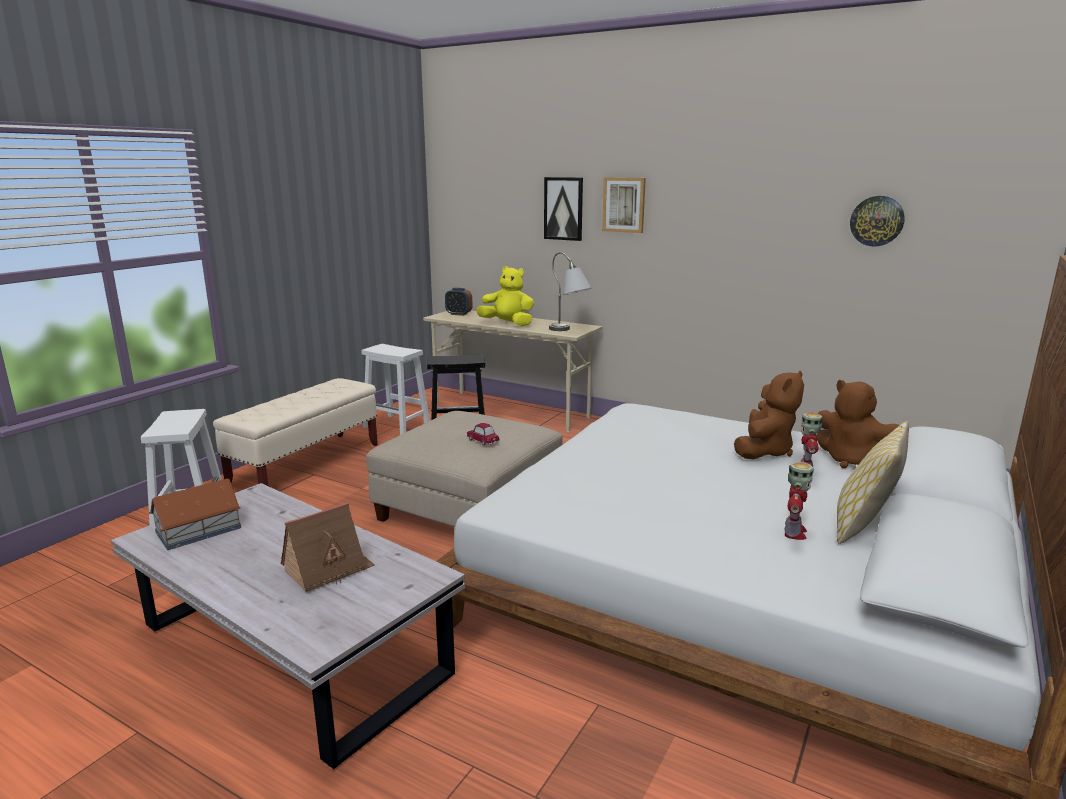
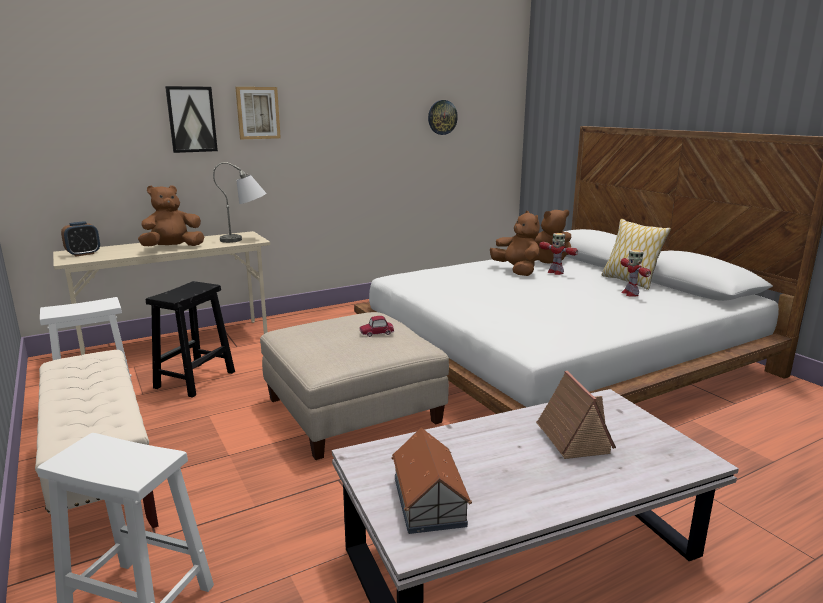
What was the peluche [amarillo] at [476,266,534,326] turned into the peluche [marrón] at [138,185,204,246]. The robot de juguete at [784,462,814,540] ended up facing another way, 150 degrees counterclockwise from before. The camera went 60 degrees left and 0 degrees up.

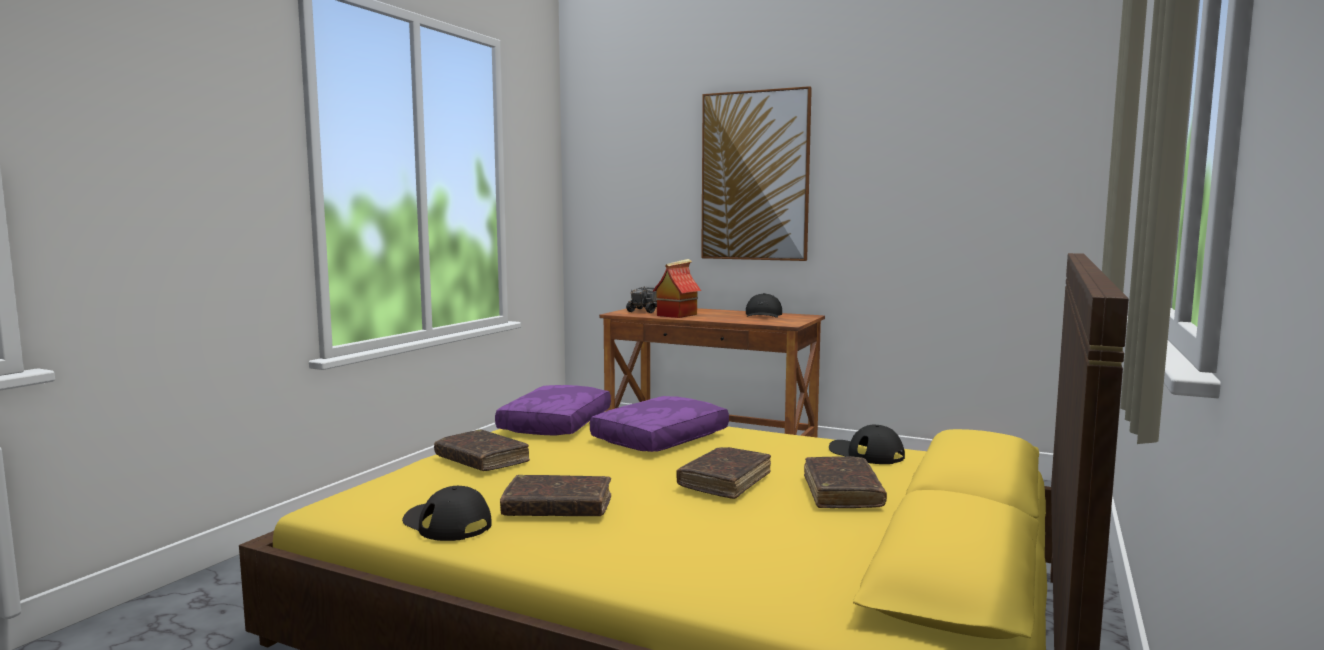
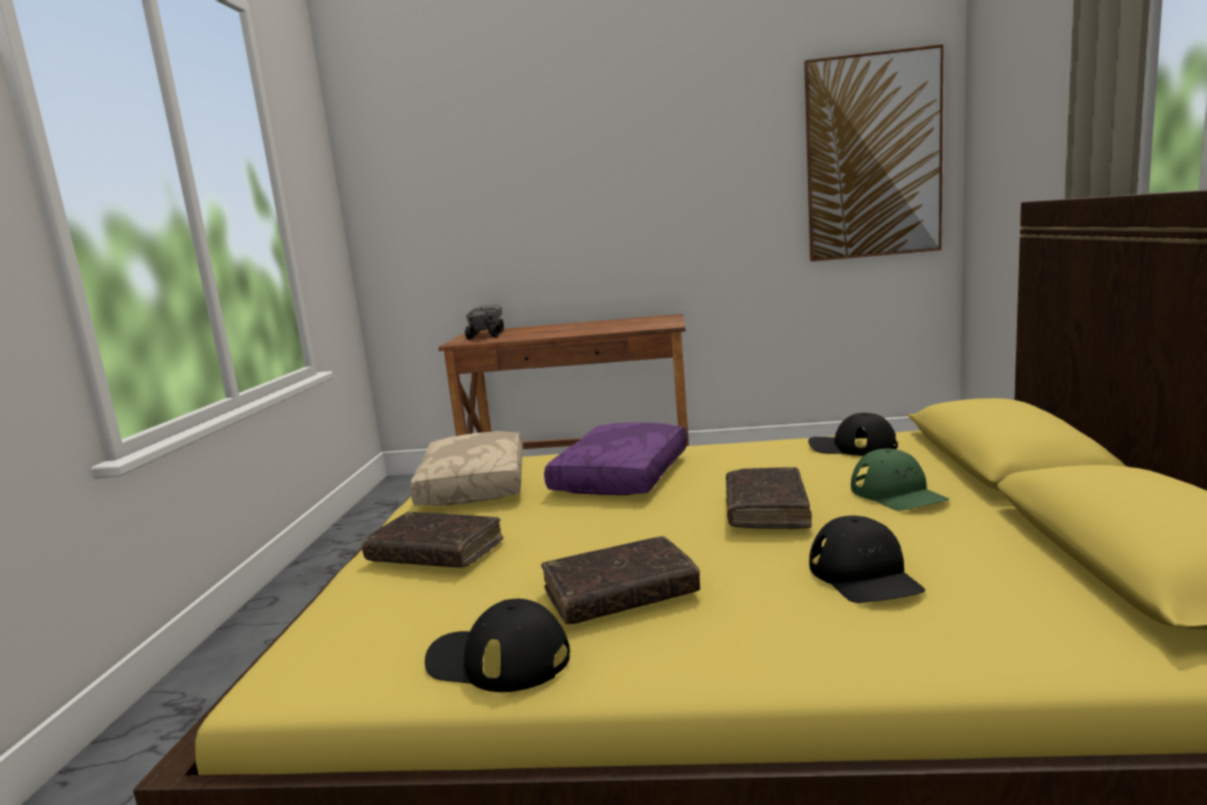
What was the cojín [morado] at [495,385,611,436] turned into the cojín [beis] at [410,431,523,506]. The second view lost the casita at [653,259,701,318]. The cuadro ended up elsewhere, having gone from [701,86,812,261] to [804,44,943,261]. The gorra [negro] ended up elsewhere, having gone from [746,293,782,318] to [809,516,925,603]. Where the libro [marrón] stood at [804,456,887,508], the gorra [verde] came to stand at [851,449,949,510]. The camera went 20 degrees left and 5 degrees up.

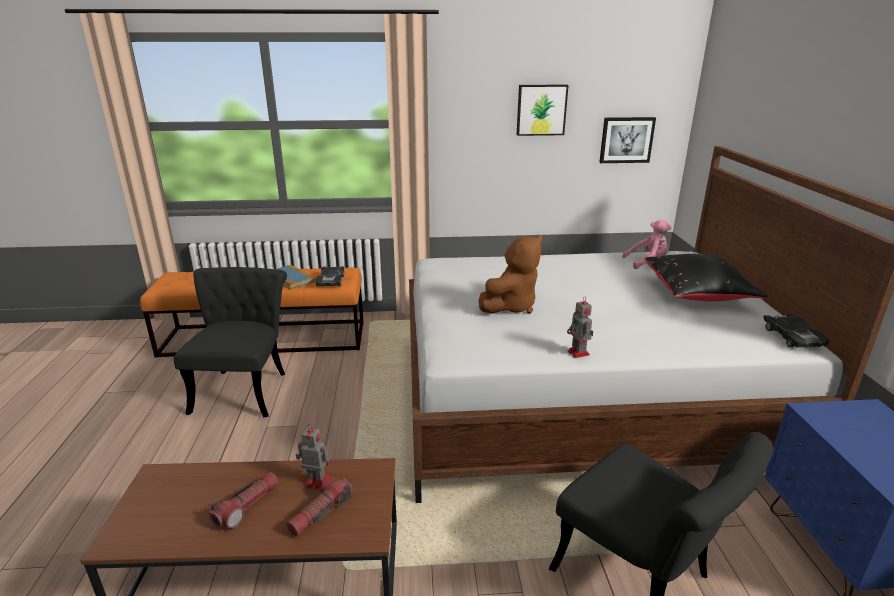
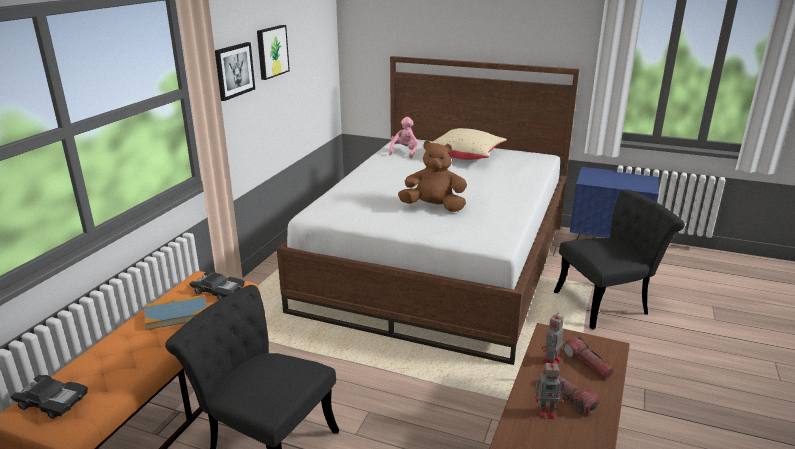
The peluche [marrón] at [479,235,543,314] ended up facing another way, 60 degrees counterclockwise from before. The robot de juguete ended up elsewhere, having gone from [567,296,594,358] to [535,360,564,419]. The cuadro ended up elsewhere, having gone from [599,117,656,163] to [215,42,255,101]. What was the cojín [negro] at [645,254,768,301] turned into the cojín [beis] at [431,128,507,160]. The coche de juguete [negro] ended up elsewhere, having gone from [763,314,830,348] to [10,375,88,419]. The camera went 65 degrees left and 0 degrees up.

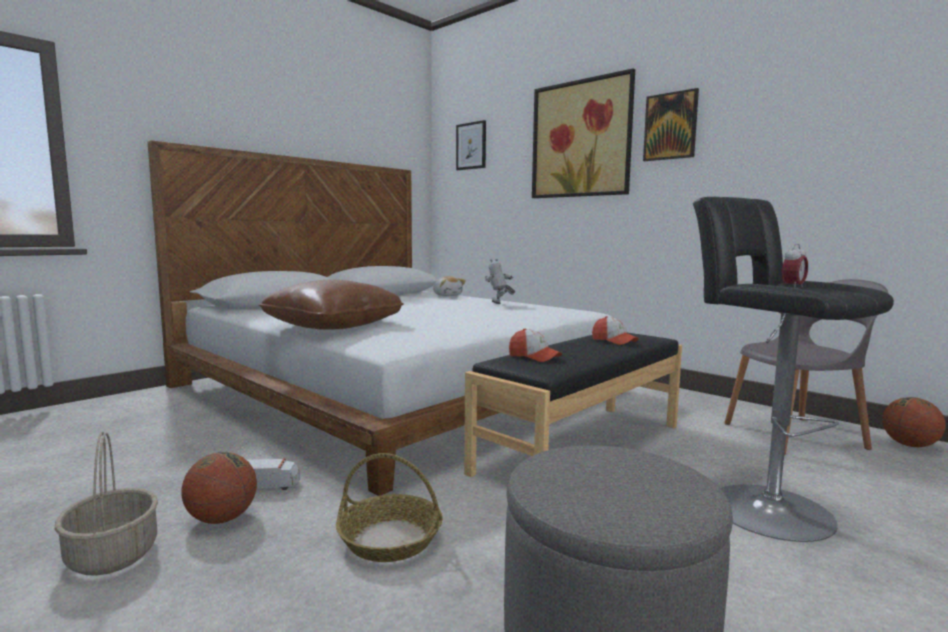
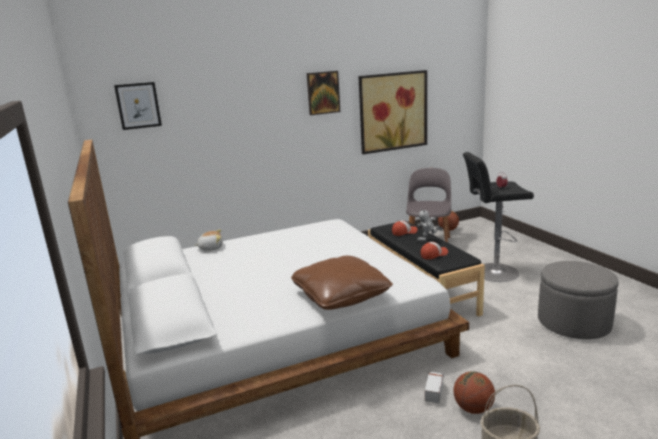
The second view lost the cesta at [336,453,443,562]. The robot de juguete ended up elsewhere, having gone from [485,259,515,304] to [417,208,443,242]. The cuadro ended up elsewhere, having gone from [532,68,635,198] to [358,70,427,154]. The camera went 65 degrees left and 10 degrees up.

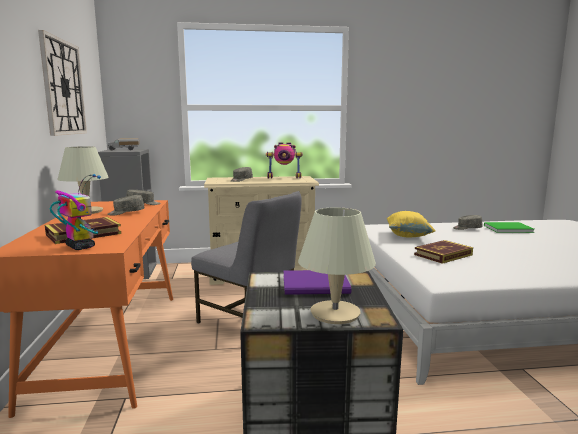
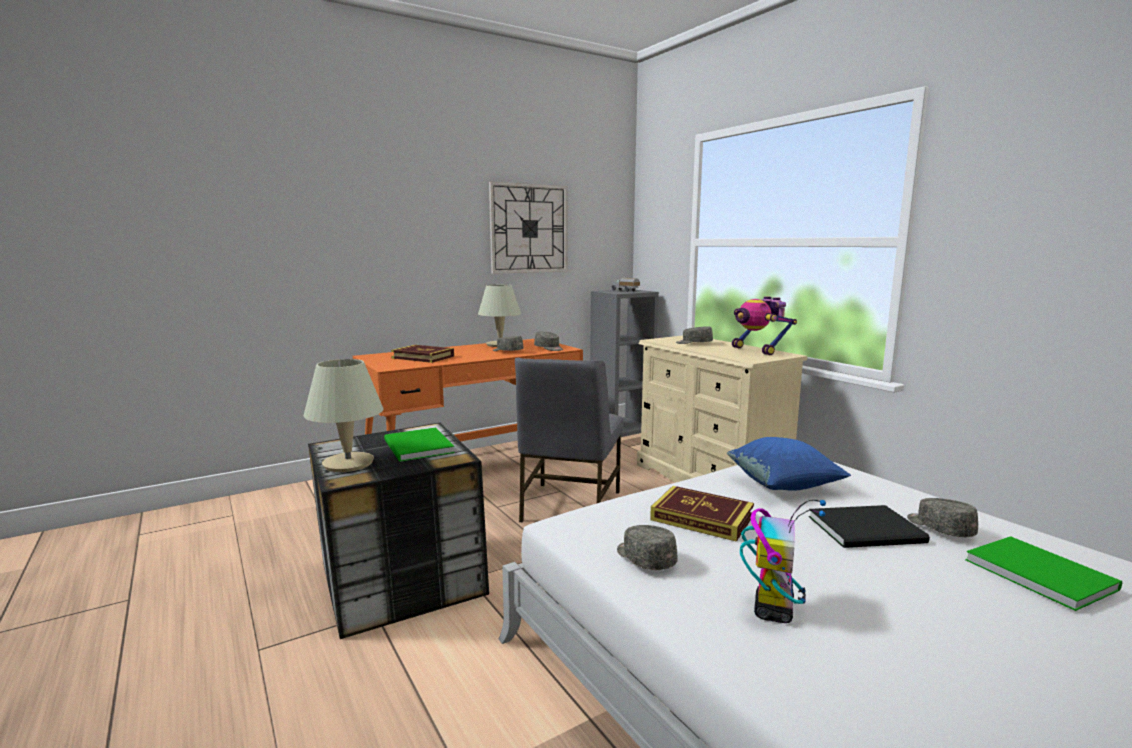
The robot de juguete ended up elsewhere, having gone from [49,174,101,250] to [740,500,826,623]. What was the libro [morado] at [284,270,351,295] turned into the libro [verde] at [384,427,455,462]. What was the cojín [amarillo] at [387,211,435,237] turned into the cojín [azul] at [727,437,851,491]. The second view gained the gorra [gris] at [617,525,677,570]. The second view gained the libro [negro] at [809,505,930,548]. The camera went 65 degrees right and 0 degrees up.

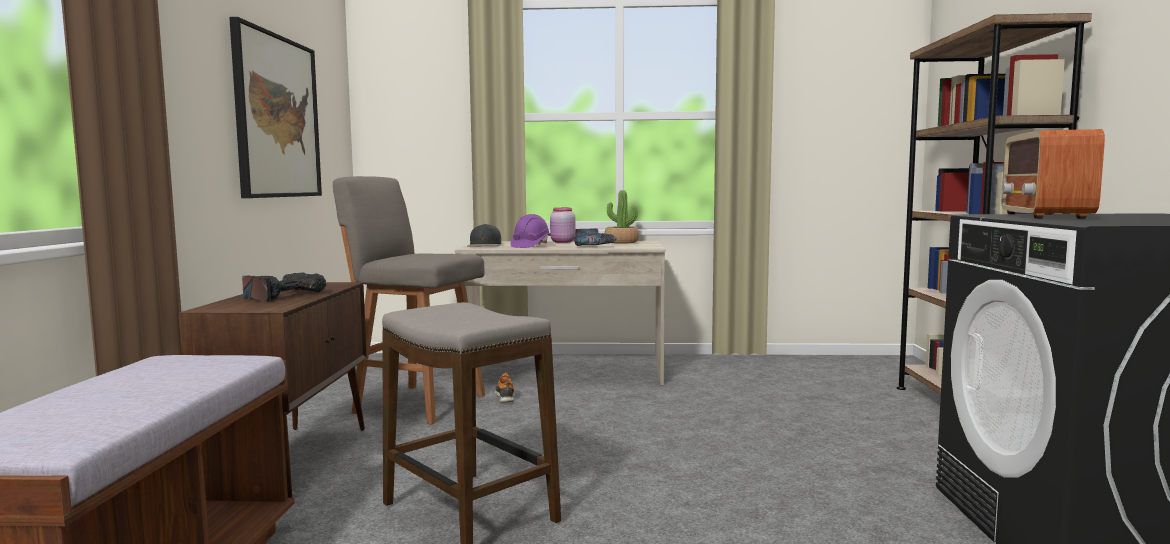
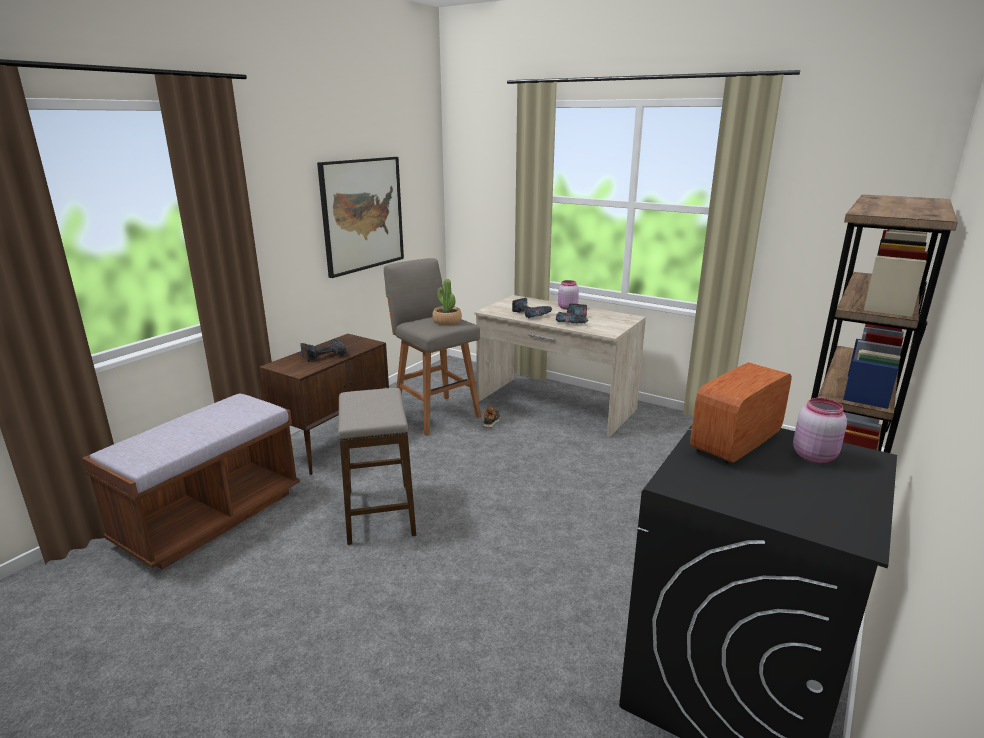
The second view lost the gorra [negro] at [468,224,501,246]. Where the casco [morado] stood at [511,214,551,248], the taladro came to stand at [512,298,552,318]. The planta en maceta ended up elsewhere, having gone from [604,190,639,244] to [432,279,462,325]. The second view gained the tarro [rosa] at [793,398,847,463]. The camera went 30 degrees right and 15 degrees up.

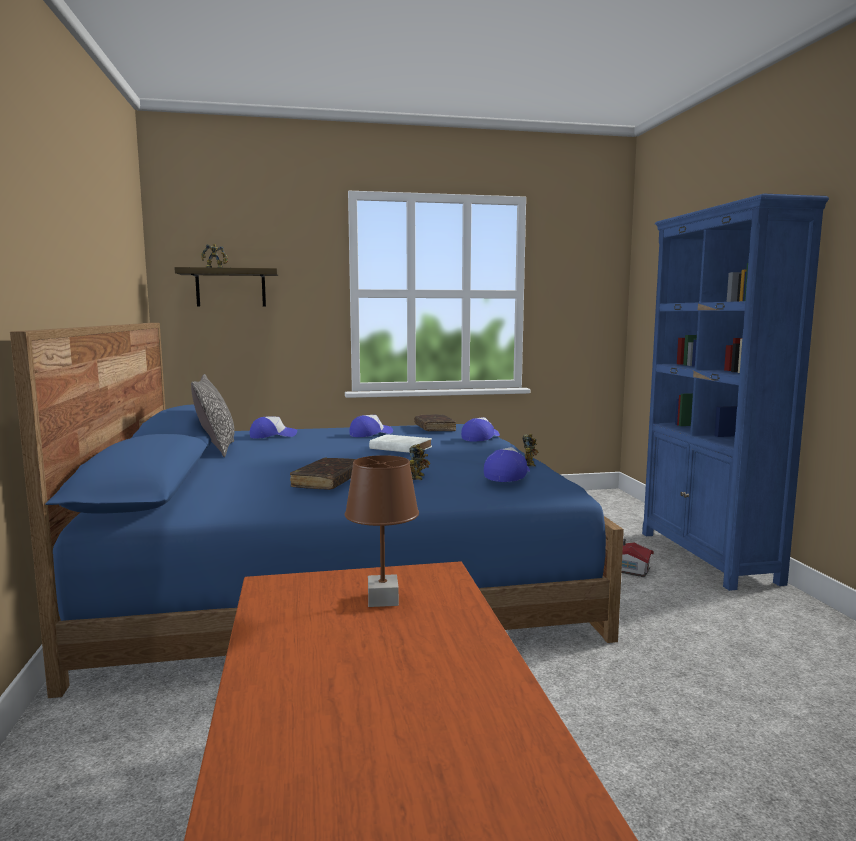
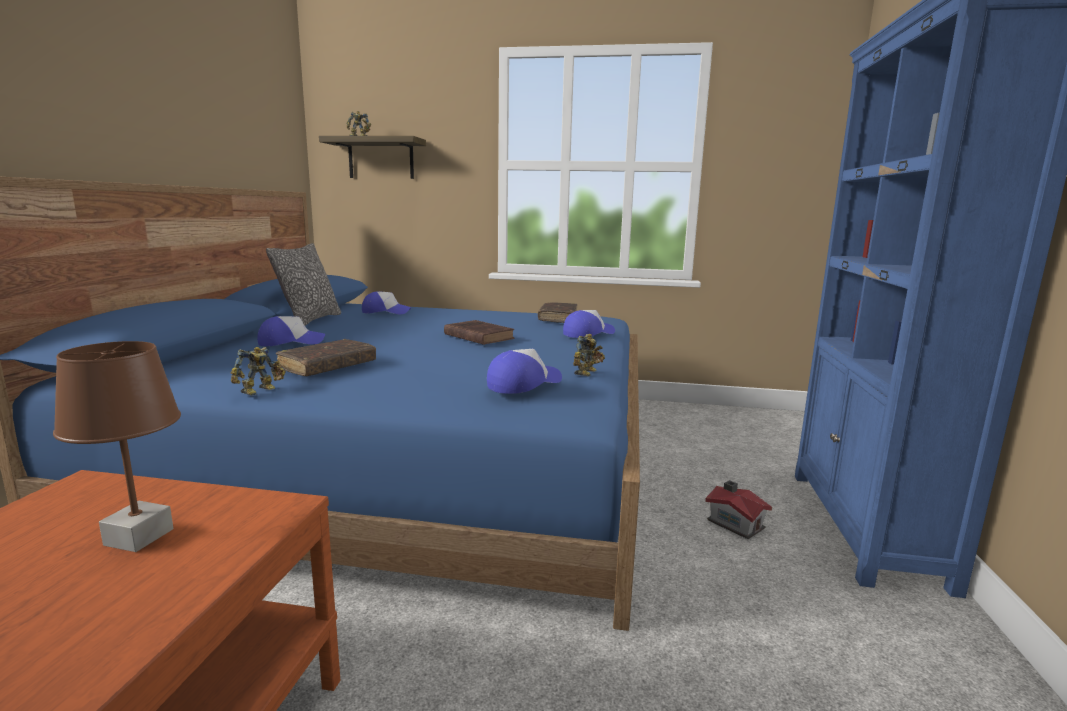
The gorra ended up elsewhere, having gone from [349,415,393,437] to [257,316,325,347]. What was the libro [blanco] at [369,434,432,453] turned into the libro [marrón] at [444,320,514,345]. The robot de juguete ended up elsewhere, having gone from [409,444,430,480] to [230,347,286,396]. The camera went 20 degrees right and 5 degrees up.

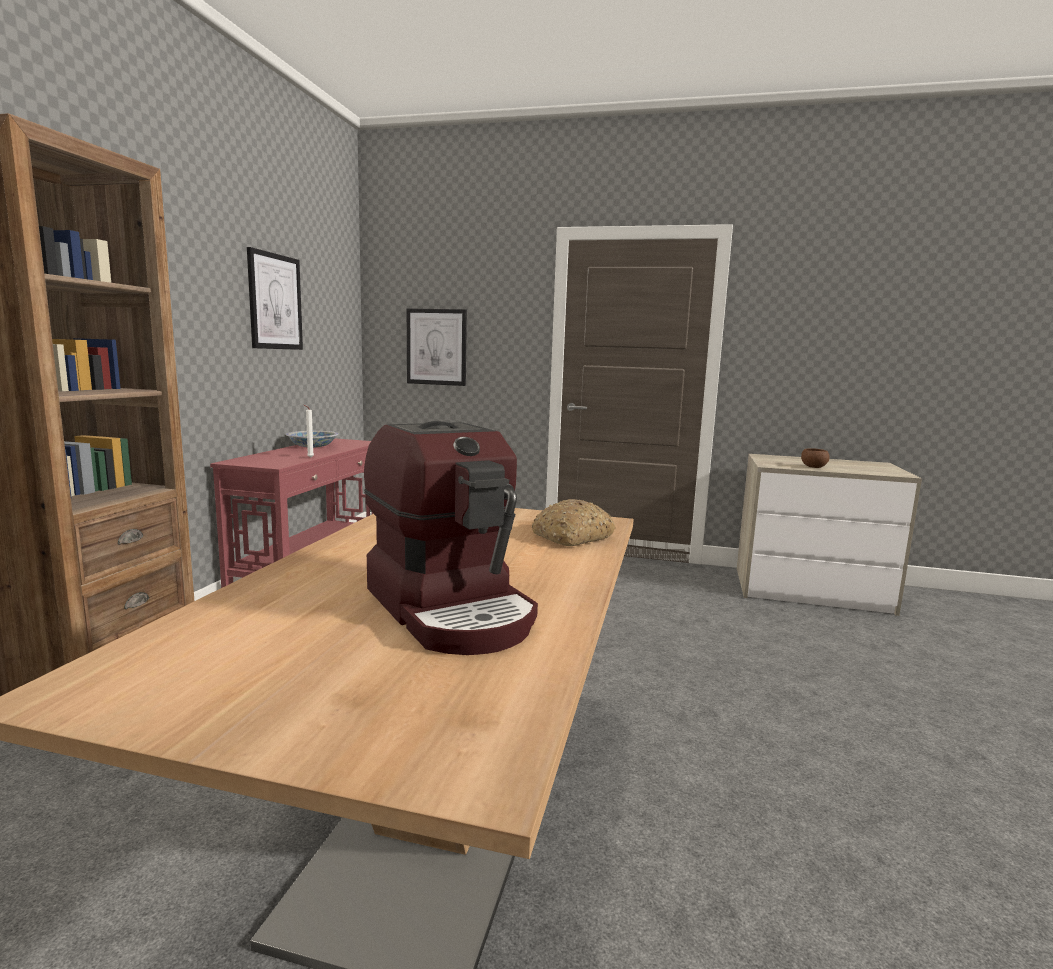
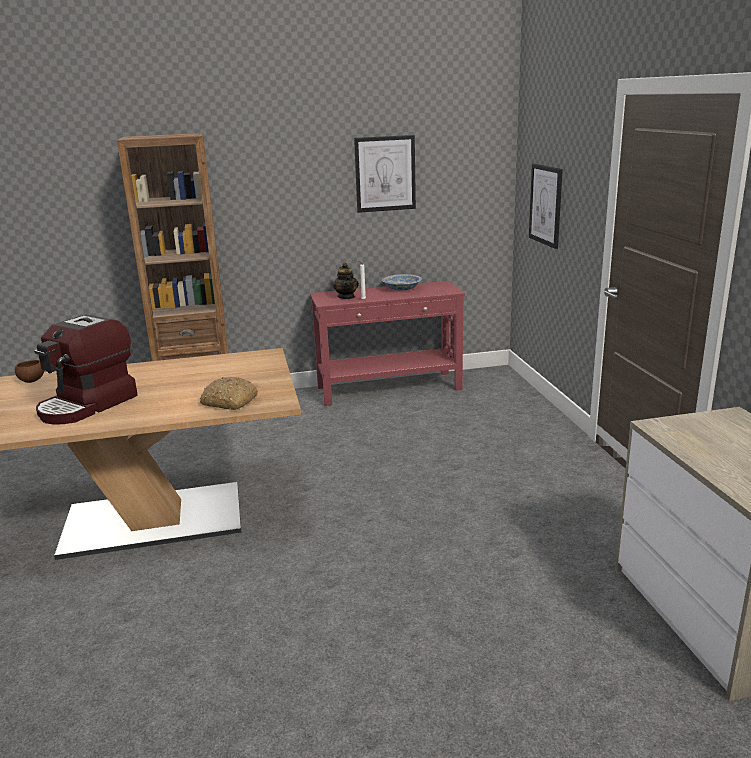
The cuenco [marrón] ended up elsewhere, having gone from [801,448,830,468] to [15,360,44,383]. The second view gained the tetera at [333,263,359,299]. The camera went 65 degrees right and 10 degrees up.

